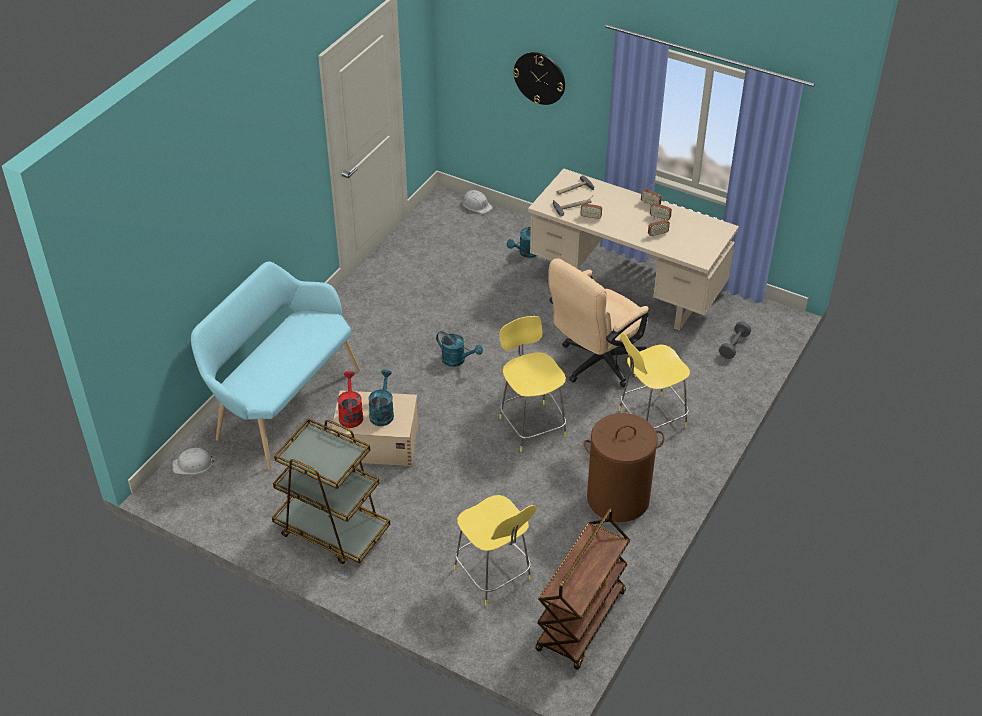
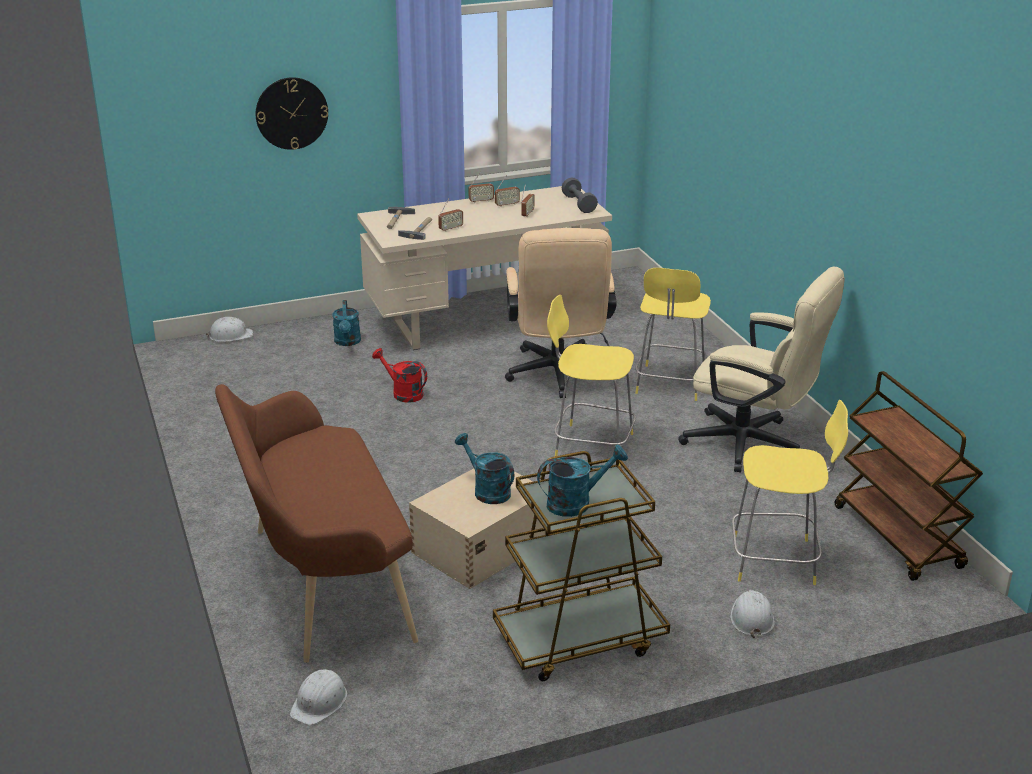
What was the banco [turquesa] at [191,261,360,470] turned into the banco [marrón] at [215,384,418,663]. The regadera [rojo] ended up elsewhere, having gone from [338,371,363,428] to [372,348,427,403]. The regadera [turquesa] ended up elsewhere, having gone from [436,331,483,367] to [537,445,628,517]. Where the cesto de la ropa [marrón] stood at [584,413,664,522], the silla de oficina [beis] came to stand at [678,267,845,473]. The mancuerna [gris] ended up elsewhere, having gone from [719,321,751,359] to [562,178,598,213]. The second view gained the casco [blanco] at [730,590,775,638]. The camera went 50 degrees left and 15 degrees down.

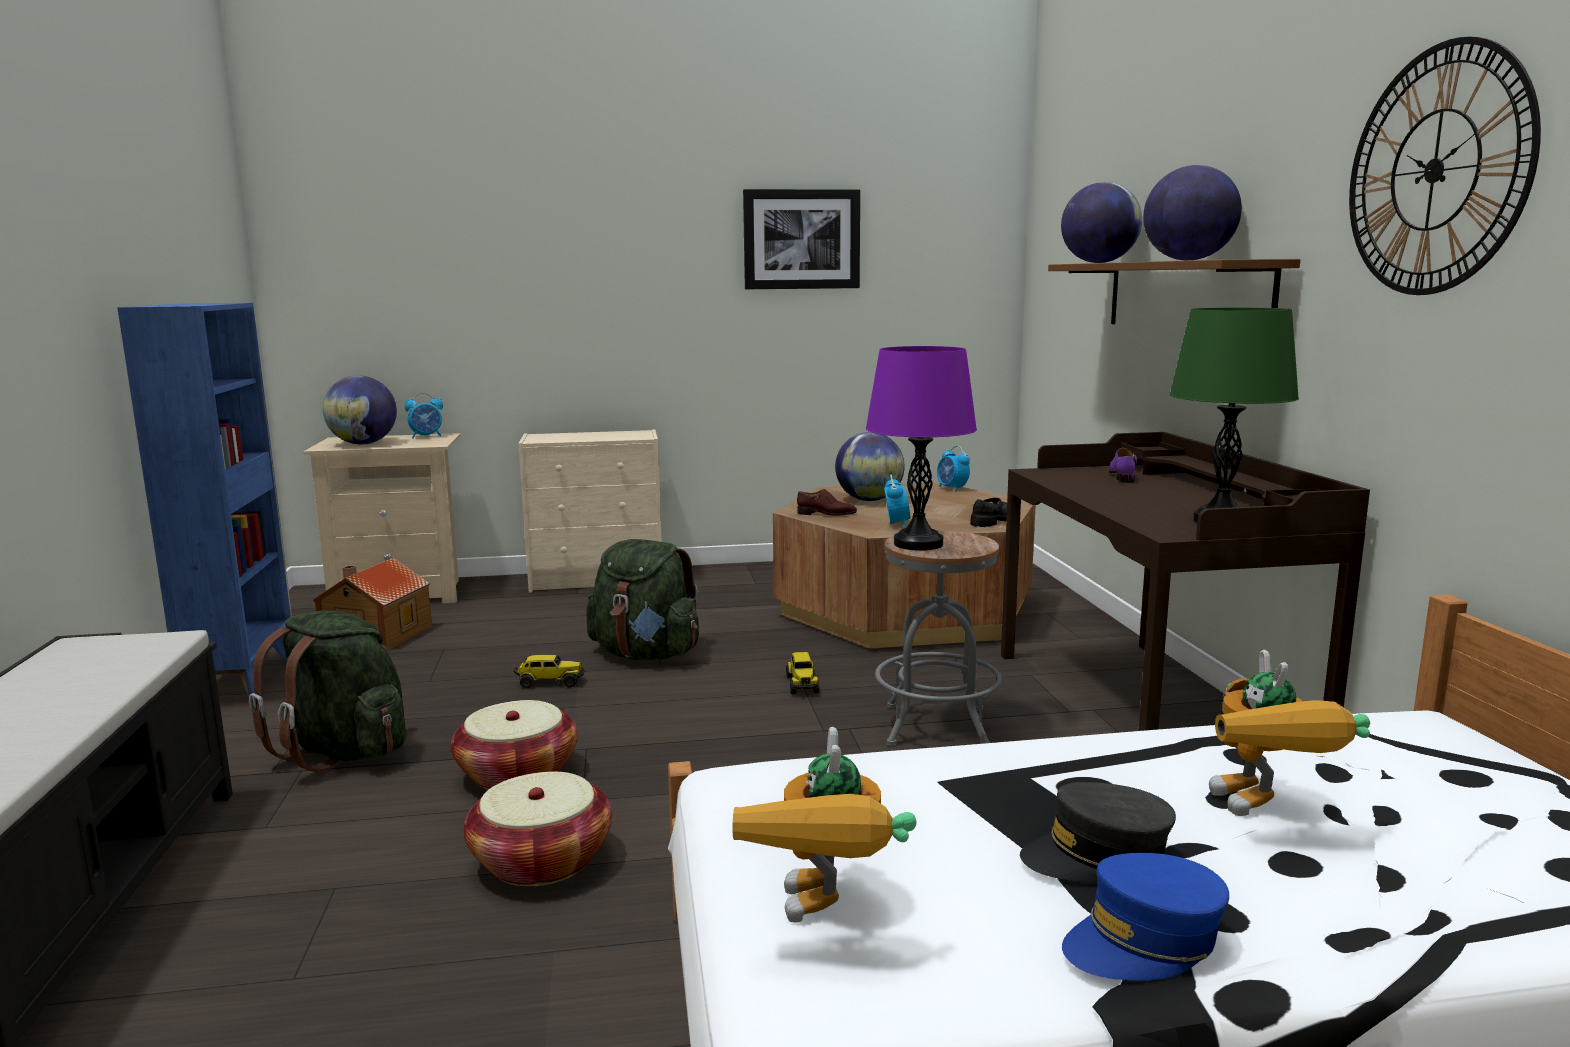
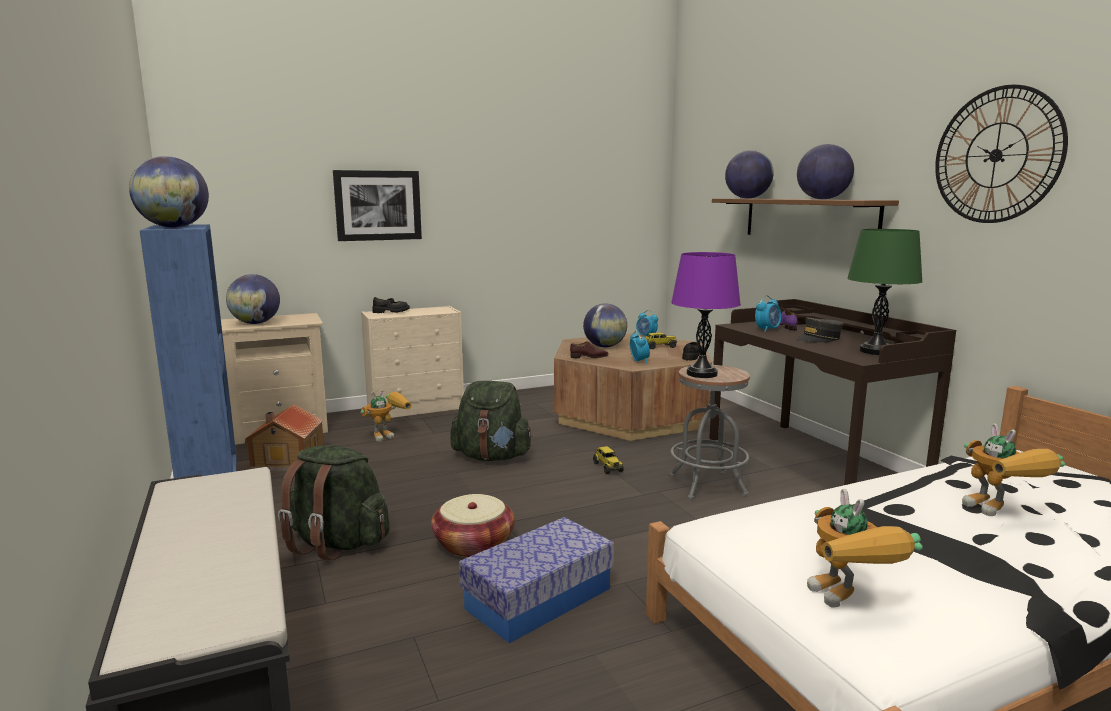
The despertador ended up elsewhere, having gone from [405,393,443,438] to [755,295,781,332]. Where the cesta stood at [464,772,612,886], the caja de almacenaje came to stand at [459,517,614,643]. The camión de juguete ended up elsewhere, having gone from [513,655,585,689] to [645,332,677,349]. The cuadro ended up elsewhere, having gone from [743,189,860,289] to [333,170,422,241]. The gorra [gris] ended up elsewhere, having gone from [1020,782,1176,883] to [796,317,844,343]. The second view lost the gorra [azul] at [1062,853,1229,980]. The second view gained the globo terráqueo at [129,156,209,228]. The second view gained the robot de juguete at [360,390,412,442]. The second view gained the zapato [negro] at [372,297,410,313]. The camera went 15 degrees left and 0 degrees up.

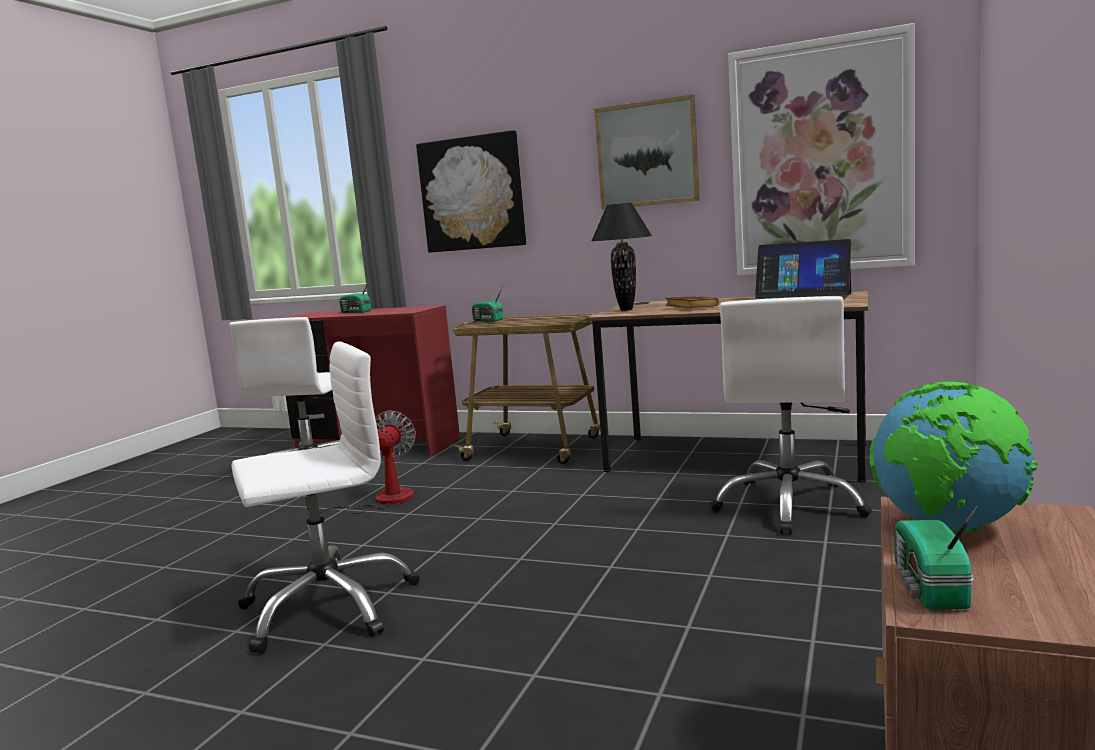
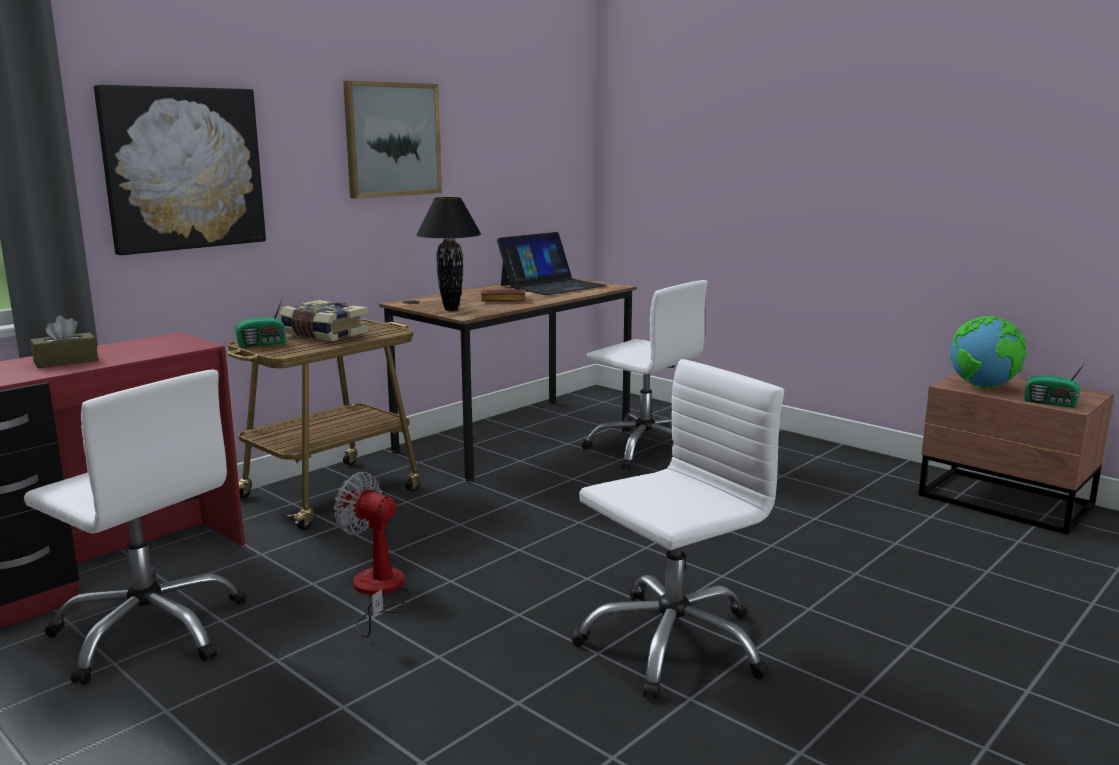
The silla de oficina [blanco] at [231,341,420,654] ended up facing another way, 60 degrees clockwise from before. Where the radio stood at [339,278,371,313], the caja de pañuelos [marrón] came to stand at [30,316,98,368]. The second view lost the cuadro at [728,23,915,276]. The second view gained the libro at [280,300,369,341]. The camera went 70 degrees left and 5 degrees up.

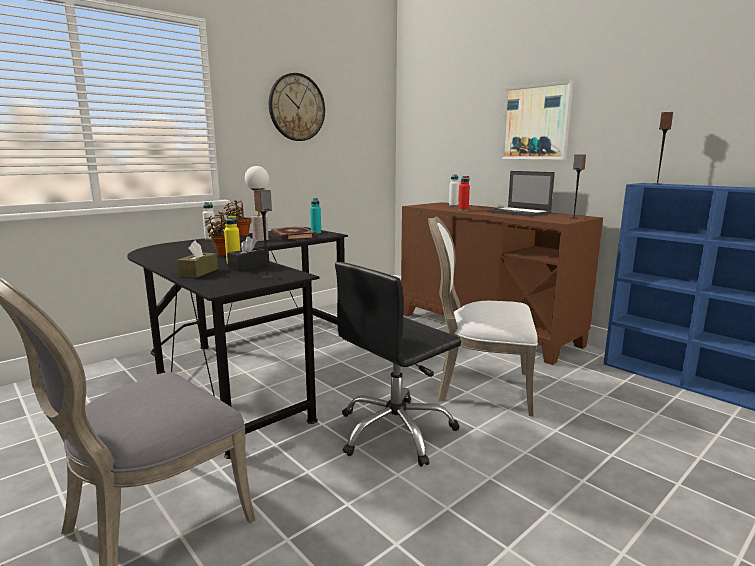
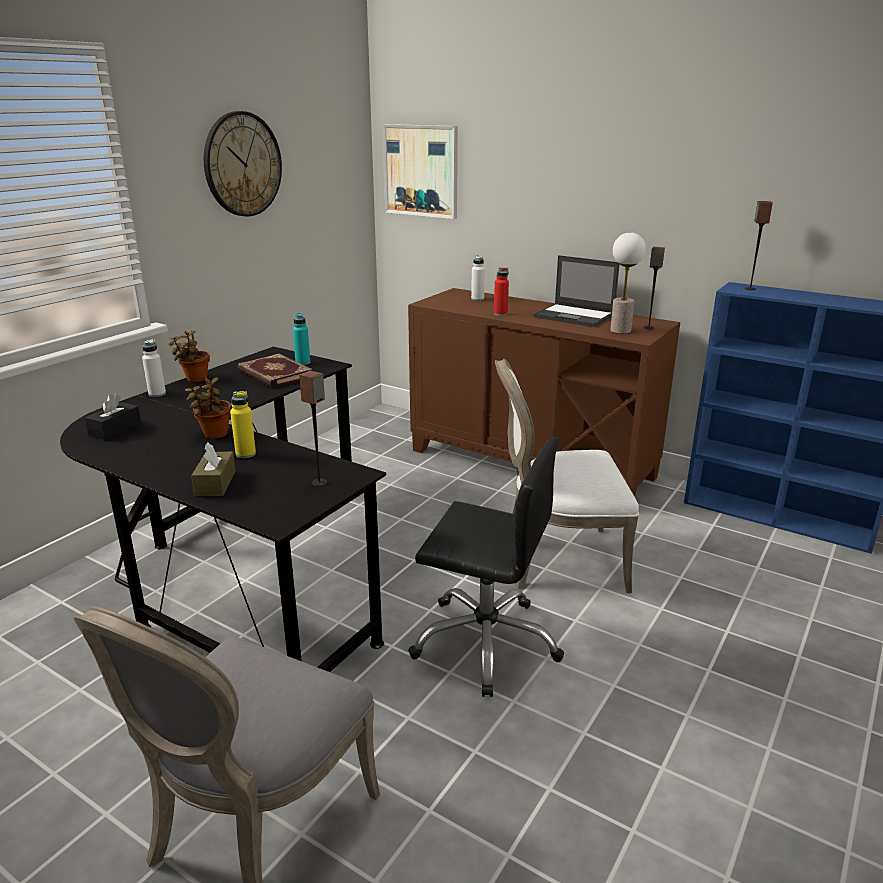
The caja de pañuelos [negro] ended up elsewhere, having gone from [227,236,269,271] to [85,394,141,440]. The lámpara de mesa ended up elsewhere, having gone from [245,166,269,241] to [610,232,646,334]. The silla de oficina [negro] at [335,262,461,467] ended up facing another way, 105 degrees counterclockwise from before. The cuadro ended up elsewhere, having gone from [501,81,573,160] to [382,124,458,219]. The camera went 15 degrees left and 10 degrees up.

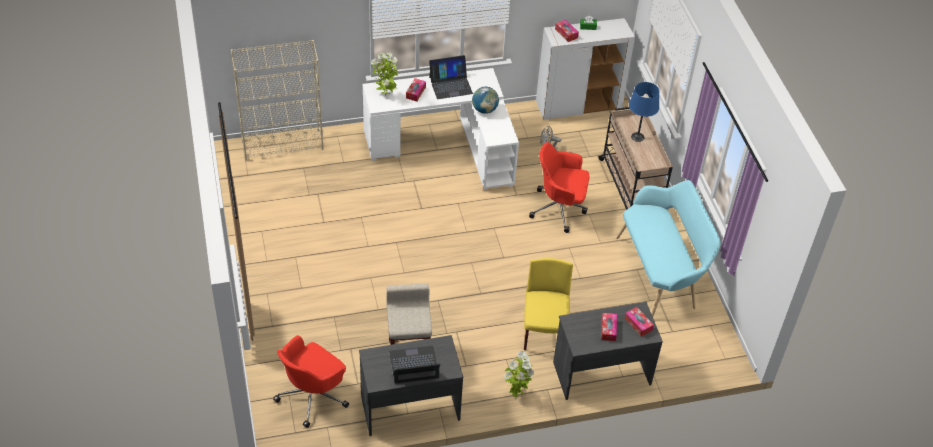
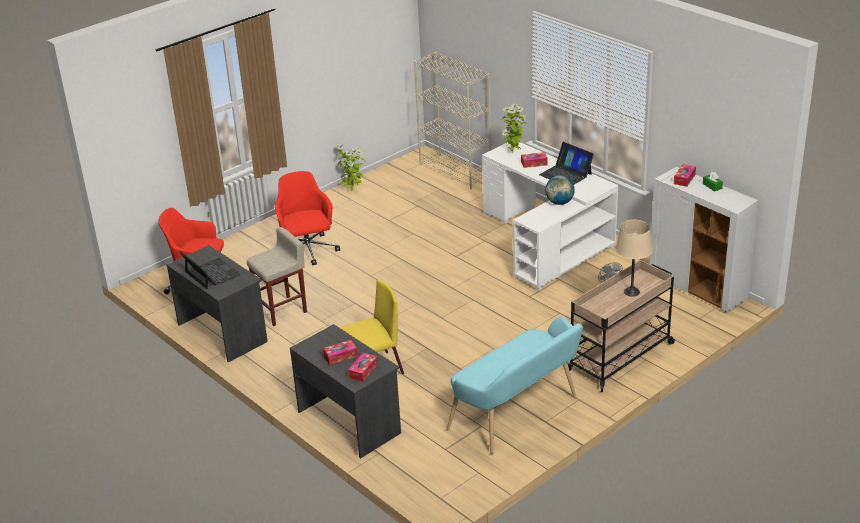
The planta en maceta ended up elsewhere, having gone from [504,351,534,397] to [337,143,365,191]. The silla de oficina [rojo] ended up elsewhere, having gone from [529,142,589,233] to [275,171,340,265]. What was the lámpara de mesa [azul] at [629,82,659,142] turned into the lámpara de mesa [beis] at [615,220,653,297]. The camera went 65 degrees right and 15 degrees down.

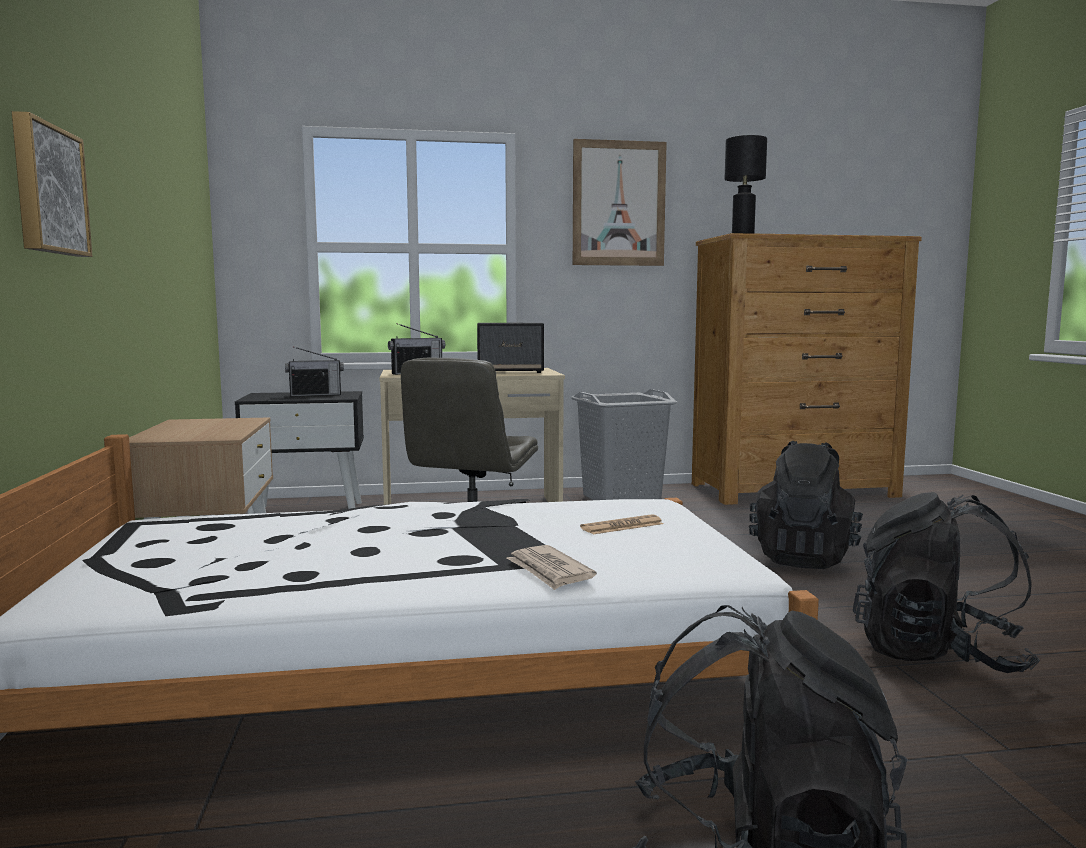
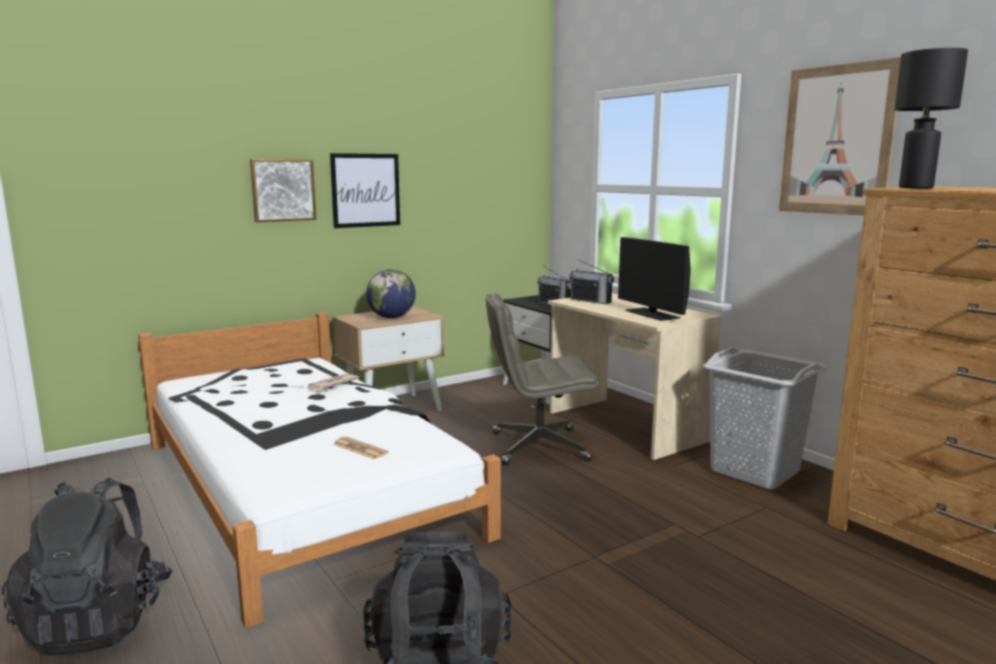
Where the altavoz stood at [477,323,544,373], the monitor came to stand at [618,237,691,321]. The periódico ended up elsewhere, having gone from [507,545,597,590] to [308,373,359,390]. The second view lost the mochila [negro] at [749,441,863,569]. The second view gained the cuadro at [330,153,400,228]. The second view gained the globo terráqueo at [366,269,416,318]. The camera went 65 degrees right and 5 degrees up.

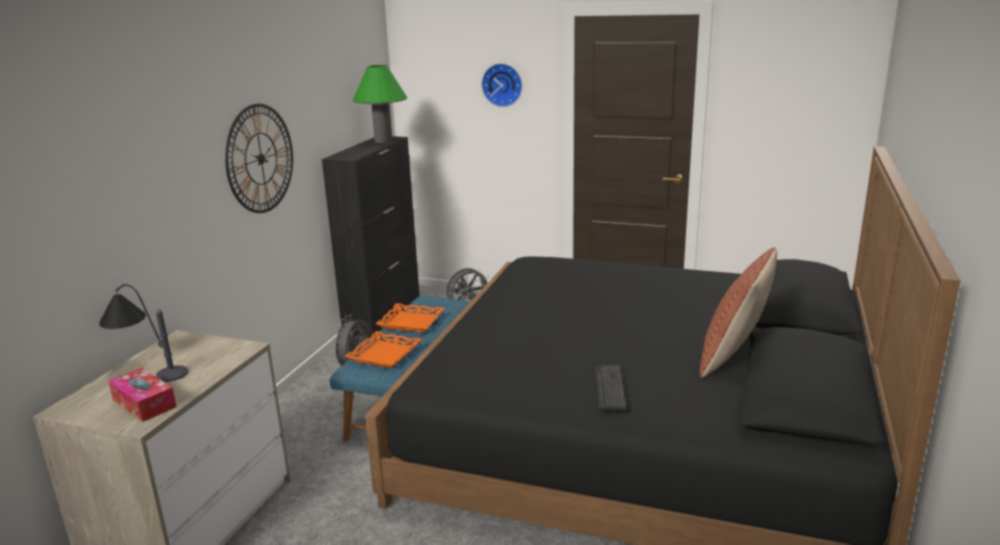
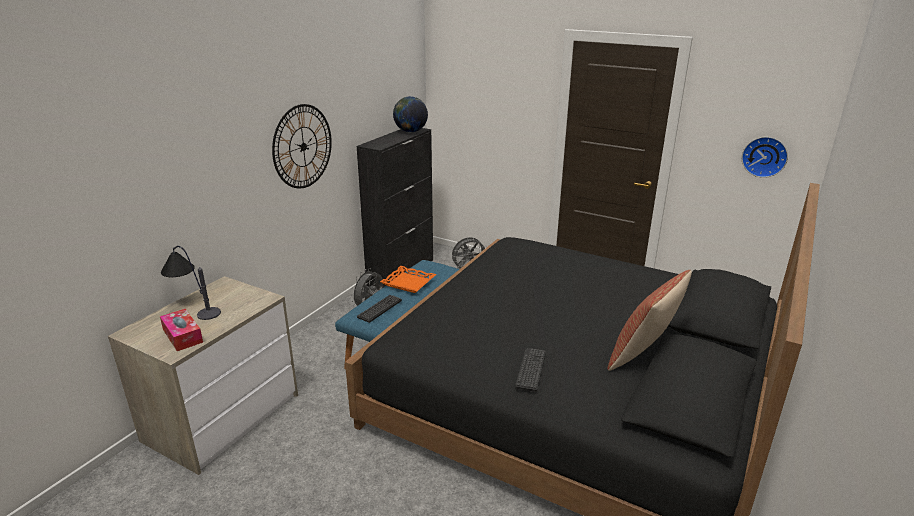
Where the bandeja [naranja] stood at [344,331,422,368], the teclado came to stand at [357,295,402,323]. Where the lámpara de mesa [verde] stood at [353,65,407,143], the globo terráqueo came to stand at [393,96,428,133]. The reloj de pared ended up elsewhere, having gone from [482,63,522,107] to [742,137,788,178]. The camera went 10 degrees right and 5 degrees up.

